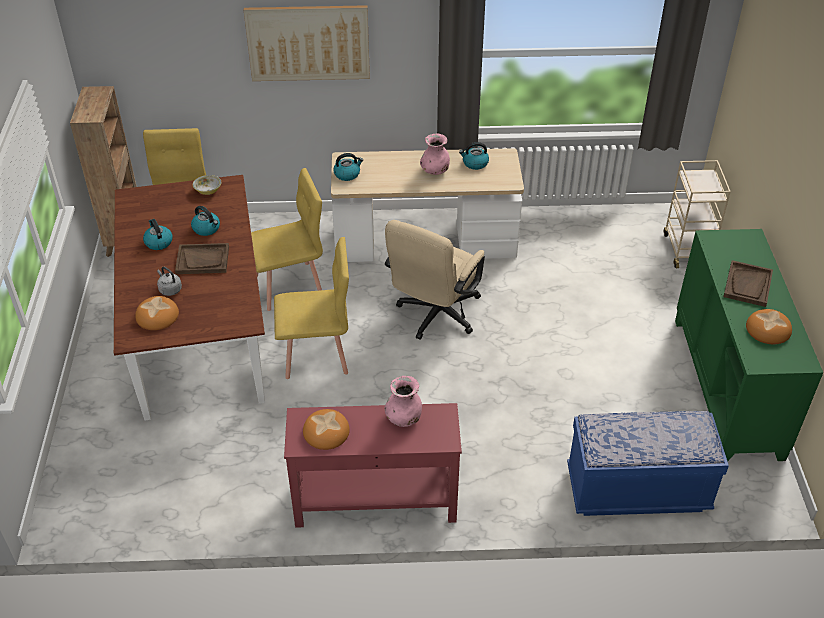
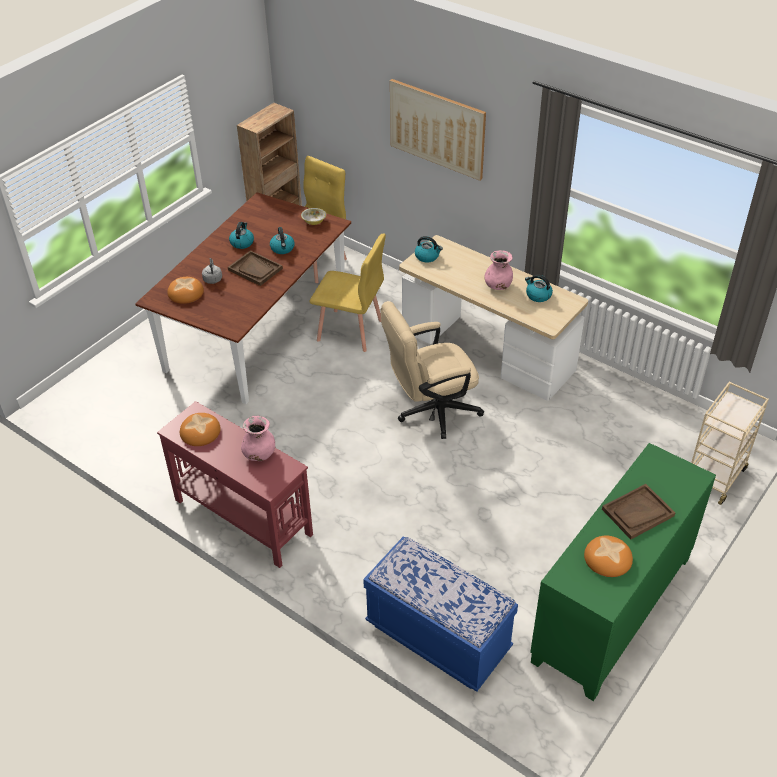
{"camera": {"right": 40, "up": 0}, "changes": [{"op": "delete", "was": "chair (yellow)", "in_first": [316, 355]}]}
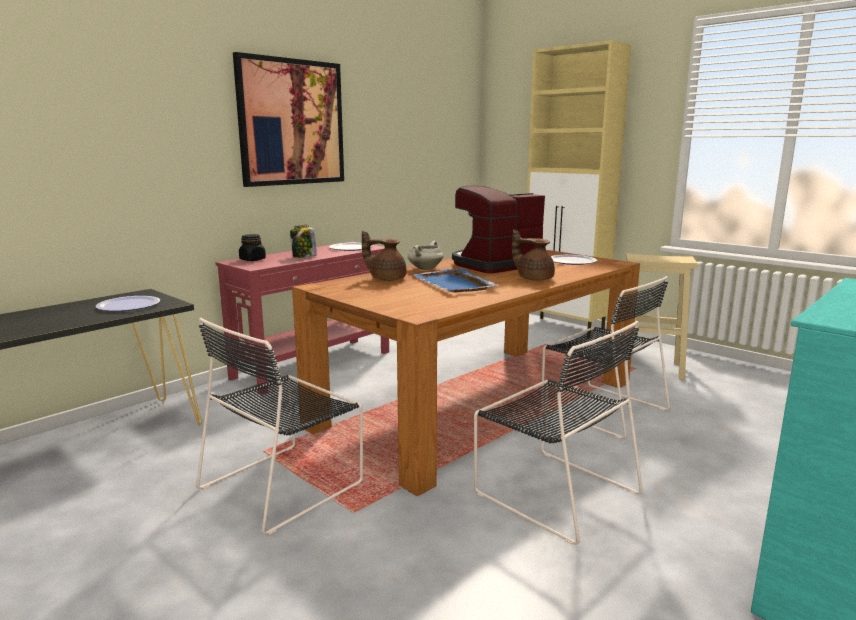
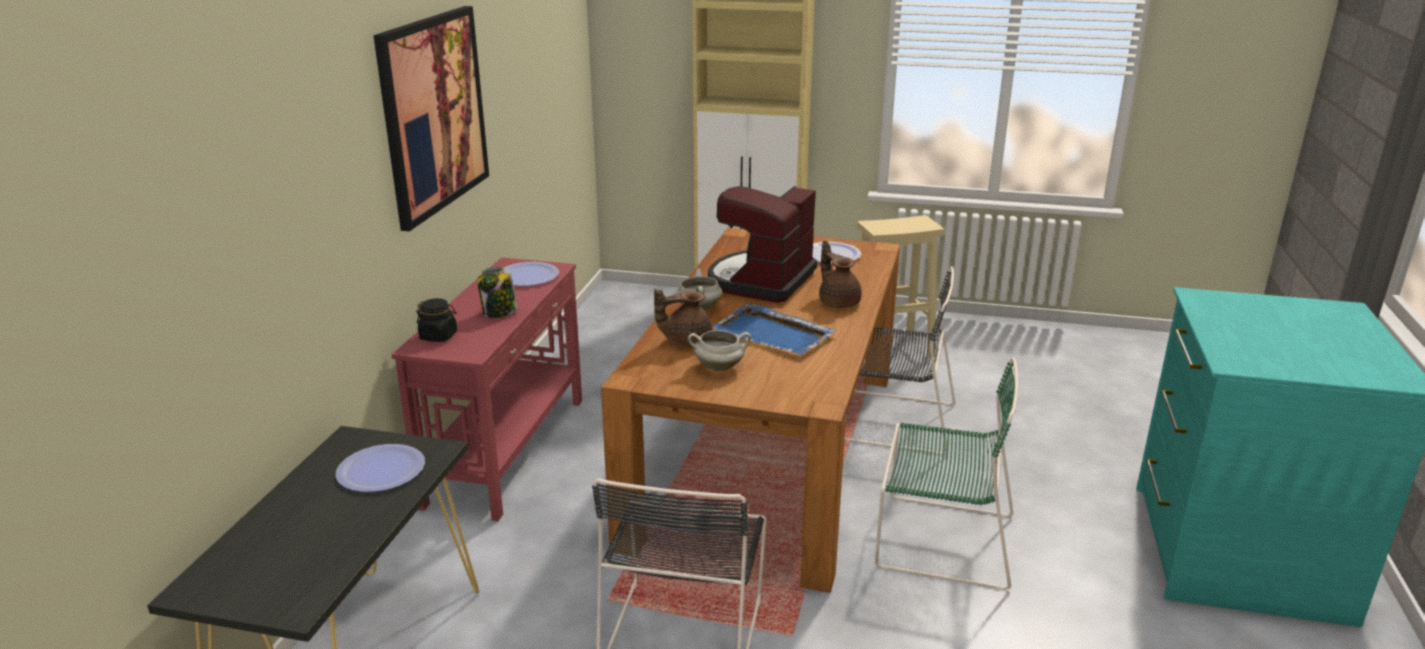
{"camera": {"right": -30, "up": 10}, "changes": [{"op": "insert", "now": "cooking pot (white)", "in_second": [719, 367]}, {"op": "recolor", "was": "chair (black)", "now": "chair (green)", "in_first": [552, 491], "in_second": [939, 539]}, {"op": "rotate", "was": "teapot (brown)", "in_first": [534, 278], "in_second": [838, 302], "clockwise": 60}]}
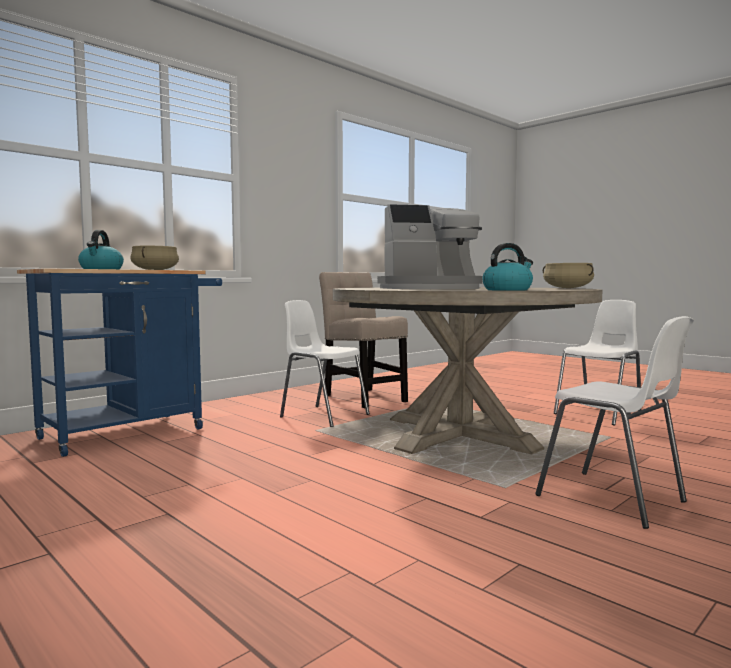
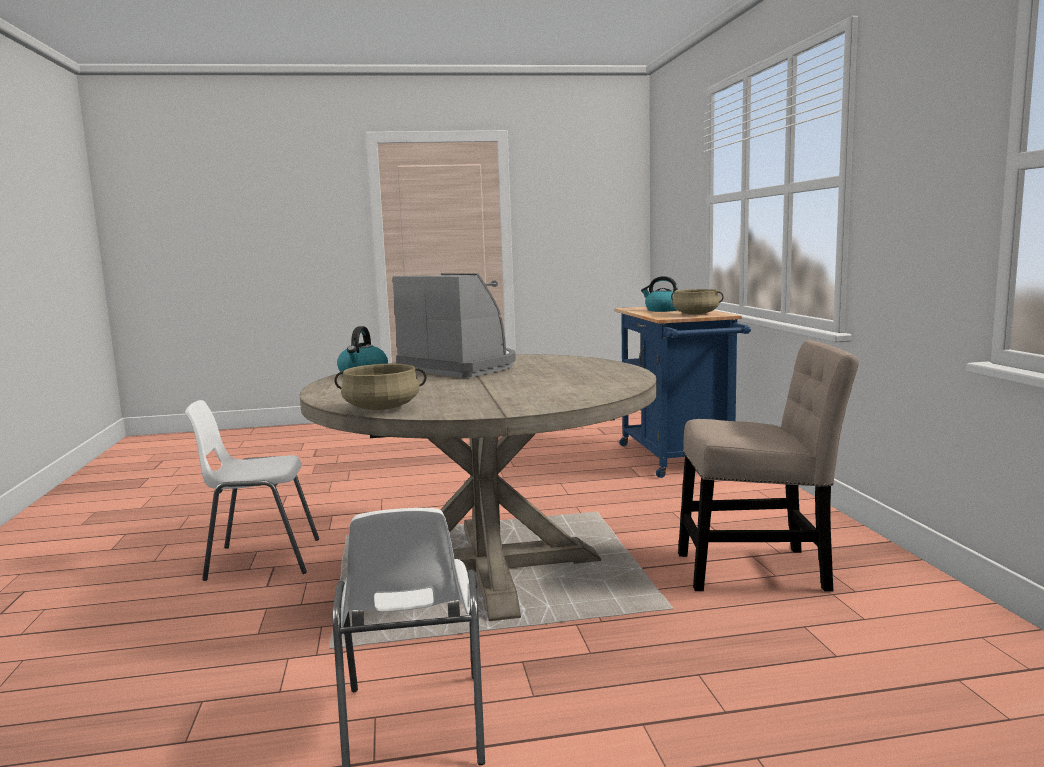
{"camera": {"right": 125, "up": 5}, "changes": [{"op": "delete", "was": "chair (white)", "in_first": [323, 415]}, {"op": "rotate", "was": "coffee machine", "in_first": [431, 289], "in_second": [460, 367], "clockwise": 105}]}
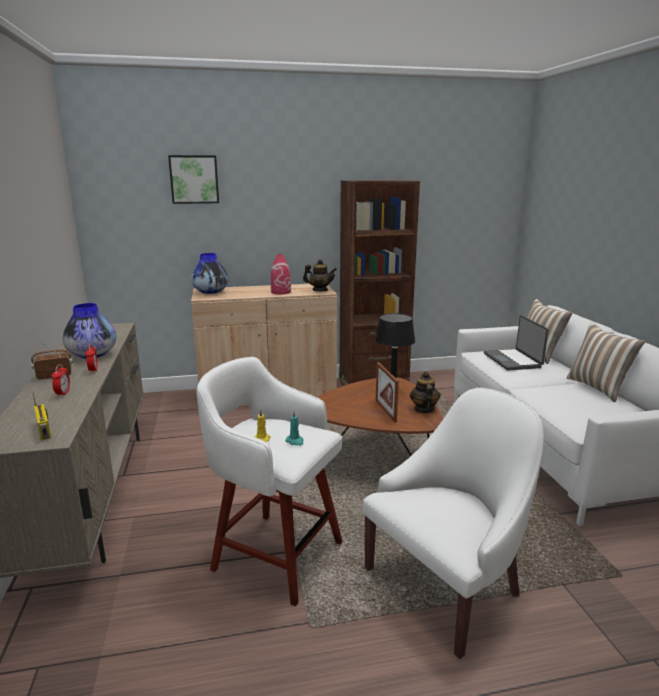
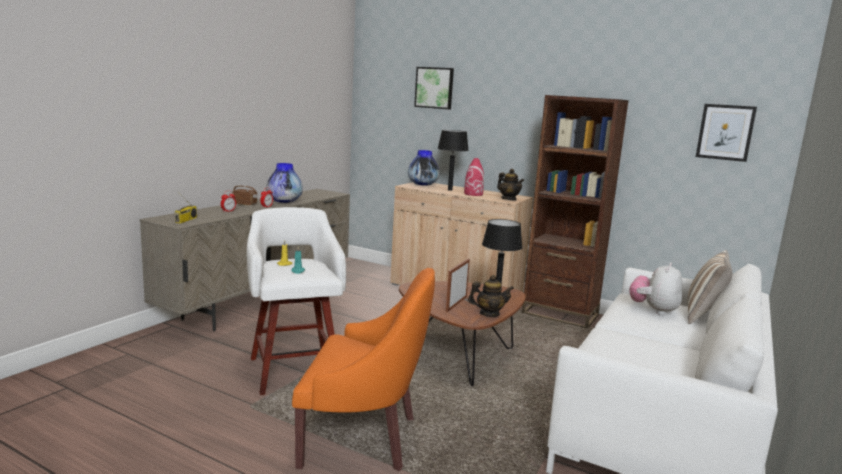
{"camera": {"right": 40, "up": -5}, "changes": [{"op": "delete", "was": "pillow", "in_first": [598, 388]}, {"op": "insert", "now": "table lamp (black)", "in_second": [449, 190]}, {"op": "insert", "now": "picture", "in_second": [725, 132]}, {"op": "replace", "was": "laptop", "now": "plush toy", "in_first": [513, 360], "in_second": [653, 310]}, {"op": "recolor", "was": "armchair (white)", "now": "armchair (orange)", "in_first": [447, 585], "in_second": [362, 437]}, {"op": "rotate", "was": "teapot", "in_first": [423, 409], "in_second": [489, 314], "clockwise": 45}]}
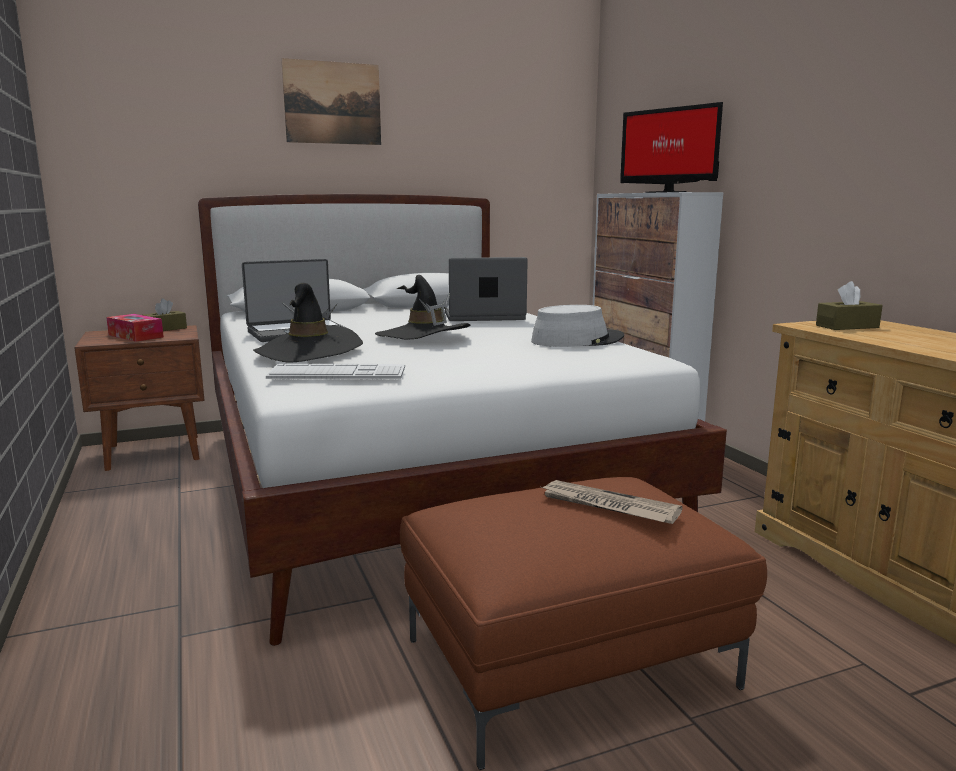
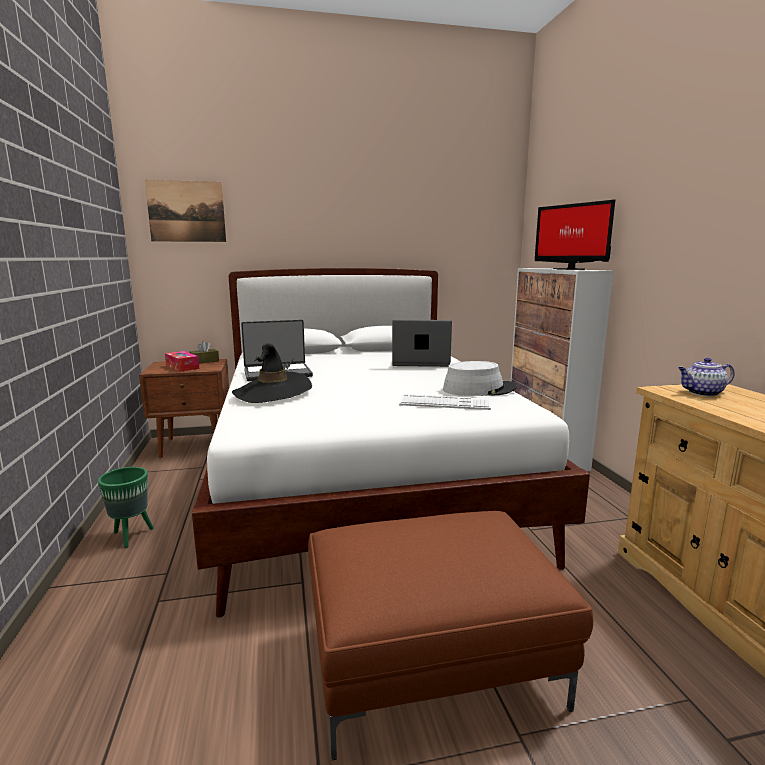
{"camera": {"right": 10, "up": 0}, "changes": [{"op": "delete", "was": "hat (black)", "in_first": [423, 336]}, {"op": "delete", "was": "newspaper", "in_first": [608, 506]}, {"op": "insert", "now": "planter (green)", "in_second": [131, 536]}, {"op": "move", "was": "keyboard", "in_first": [337, 373], "in_second": [445, 403]}, {"op": "move", "was": "picture", "in_first": [332, 103], "in_second": [186, 211]}, {"op": "replace", "was": "tissue box (brown)", "now": "teapot", "in_first": [847, 326], "in_second": [702, 393]}]}
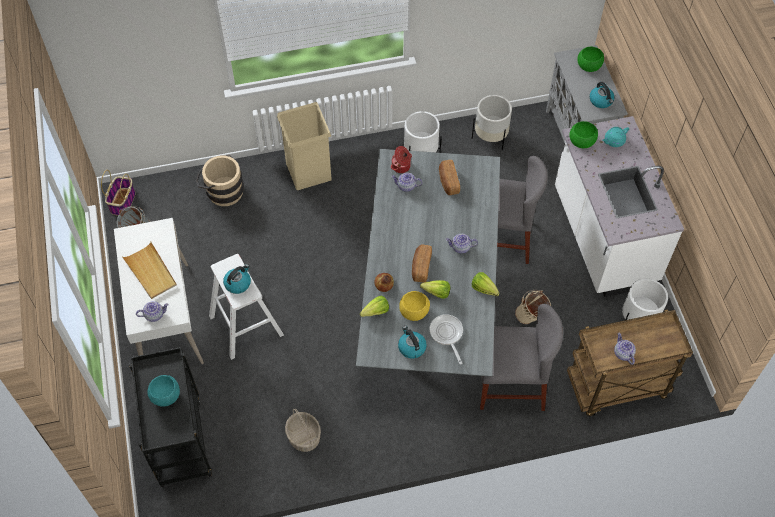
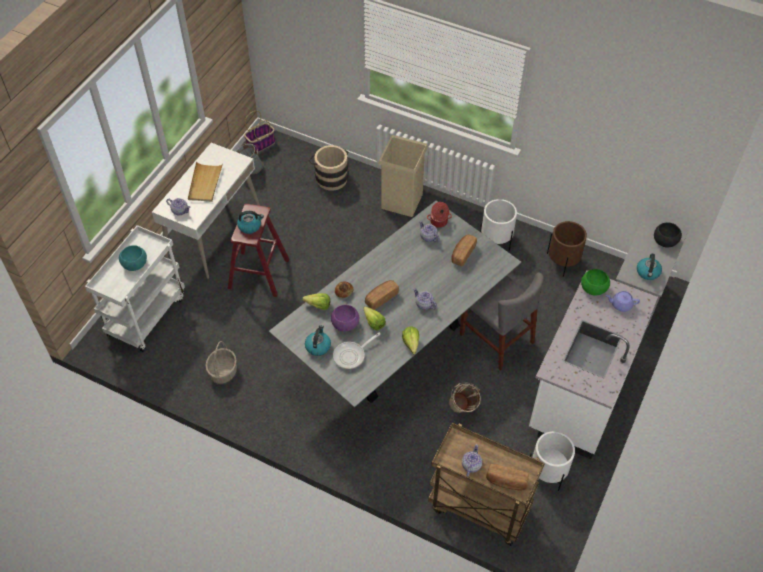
{"camera": {"right": 40, "up": -5}, "changes": [{"op": "delete", "was": "chair (grey)", "in_first": [510, 385]}, {"op": "insert", "now": "bread", "in_second": [506, 481]}, {"op": "recolor", "was": "cart (black)", "now": "cart (white)", "in_first": [179, 439], "in_second": [146, 315]}, {"op": "recolor", "was": "stool (white)", "now": "stool (red)", "in_first": [246, 325], "in_second": [258, 274]}, {"op": "recolor", "was": "bowl (yellow)", "now": "bowl (purple)", "in_first": [414, 310], "in_second": [345, 323]}, {"op": "recolor", "was": "planter (white)", "now": "planter (brown)", "in_first": [490, 137], "in_second": [563, 262]}, {"op": "recolor", "was": "bowl (green)", "now": "bowl (black)", "in_first": [589, 65], "in_second": [665, 240]}, {"op": "recolor", "was": "teapot (turquoise)", "now": "teapot (purple)", "in_first": [613, 141], "in_second": [621, 305]}, {"op": "rotate", "was": "frying pan", "in_first": [447, 334], "in_second": [351, 355], "clockwise": -150}]}
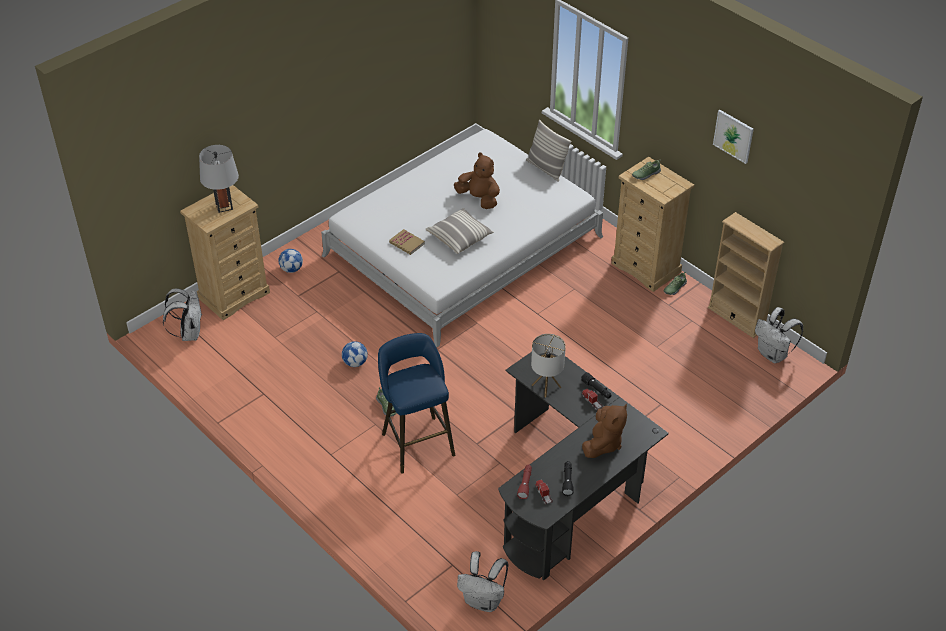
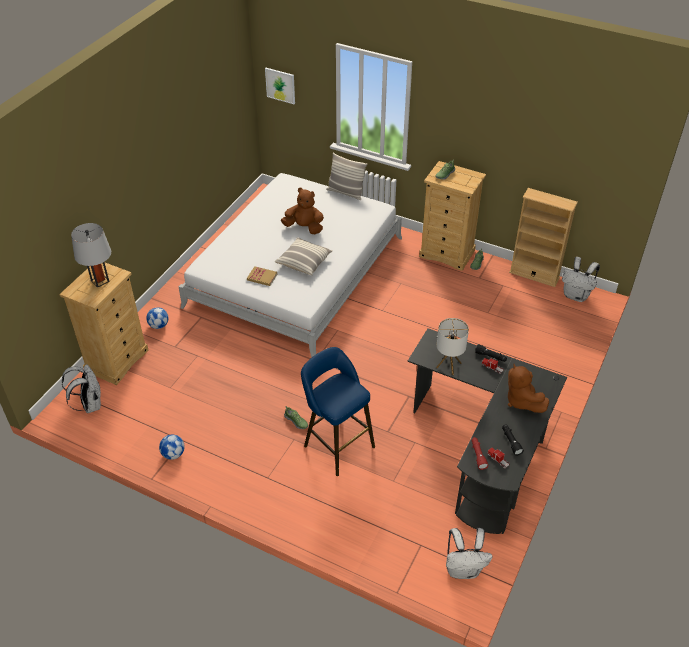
{"camera": {"right": -20, "up": 0}, "changes": [{"op": "move", "was": "football", "in_first": [355, 362], "in_second": [173, 454]}, {"op": "move", "was": "picture", "in_first": [733, 136], "in_second": [280, 85]}, {"op": "rotate", "was": "plush toy (brown)", "in_first": [603, 443], "in_second": [521, 401], "clockwise": 150}]}
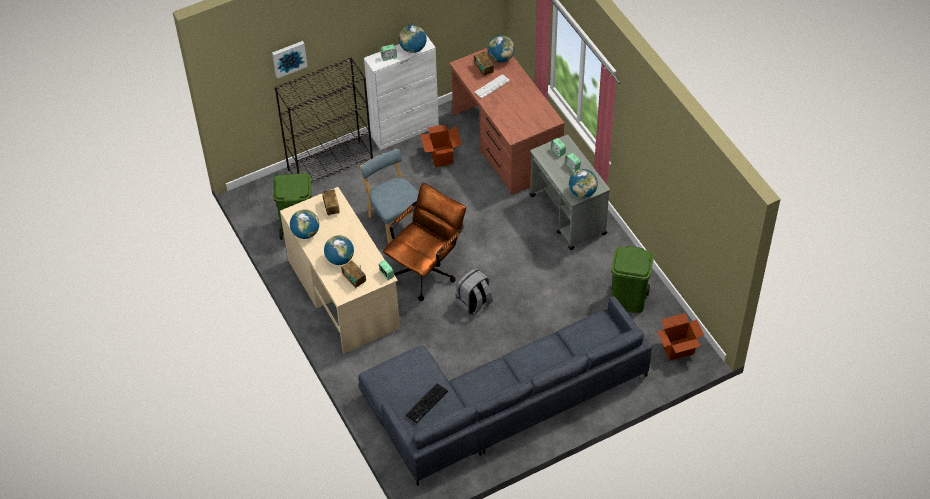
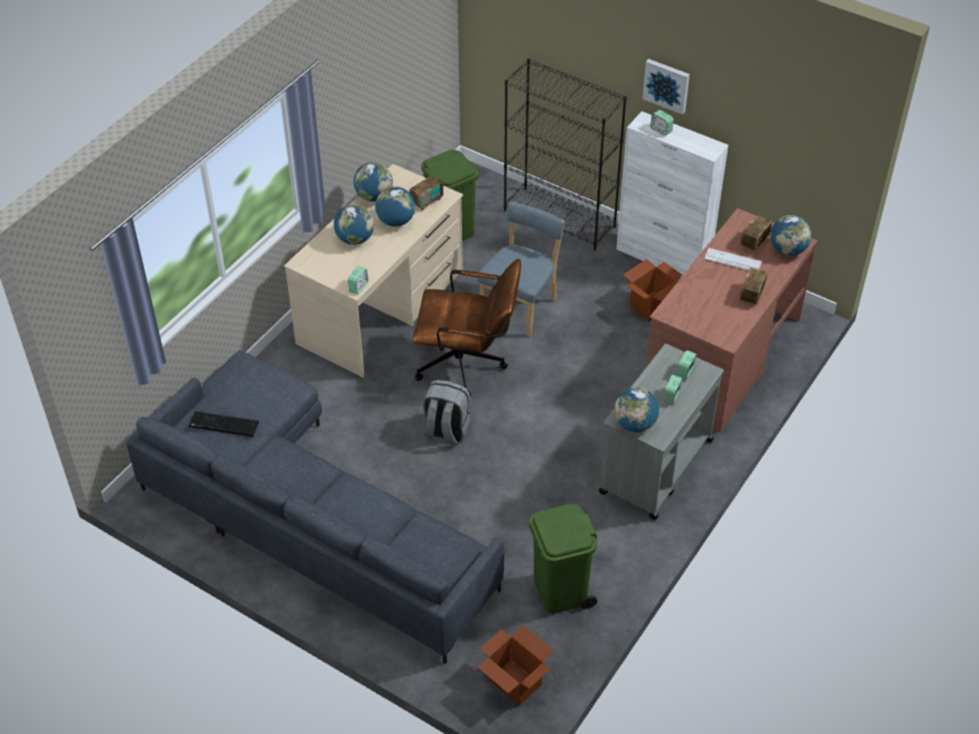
{"camera": {"right": 60, "up": -5}, "changes": [{"op": "move", "was": "picture", "in_first": [289, 58], "in_second": [667, 85]}, {"op": "move", "was": "radio", "in_first": [354, 279], "in_second": [751, 295]}, {"op": "move", "was": "globe", "in_first": [413, 48], "in_second": [396, 221]}]}
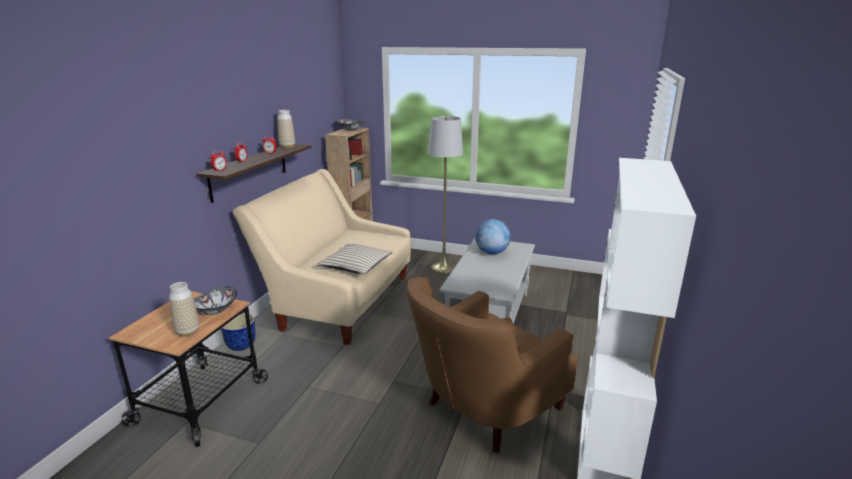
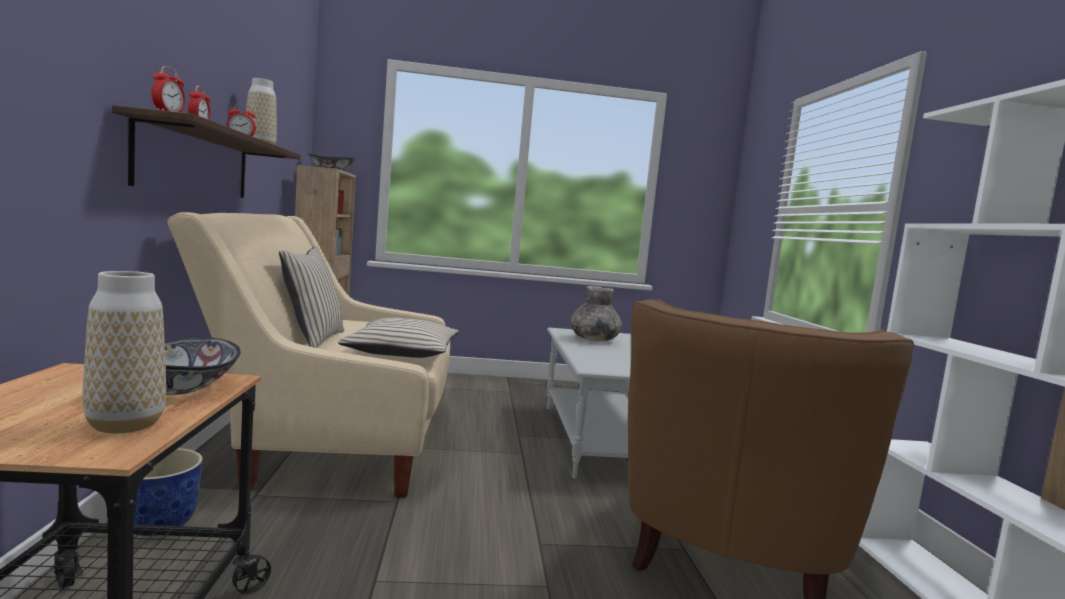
{"camera": {"right": -25, "up": -15}, "changes": [{"op": "delete", "was": "floor lamp (grey)", "in_first": [443, 268]}, {"op": "insert", "now": "pillow (beige)", "in_second": [312, 339]}, {"op": "replace", "was": "globe", "now": "vase (grey)", "in_first": [492, 252], "in_second": [593, 339]}]}
